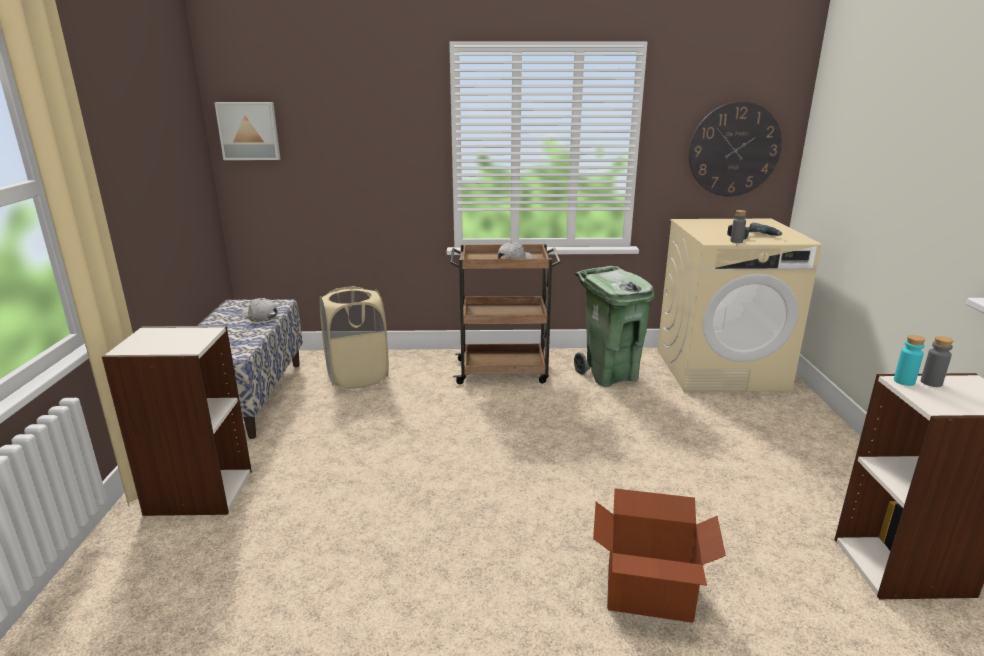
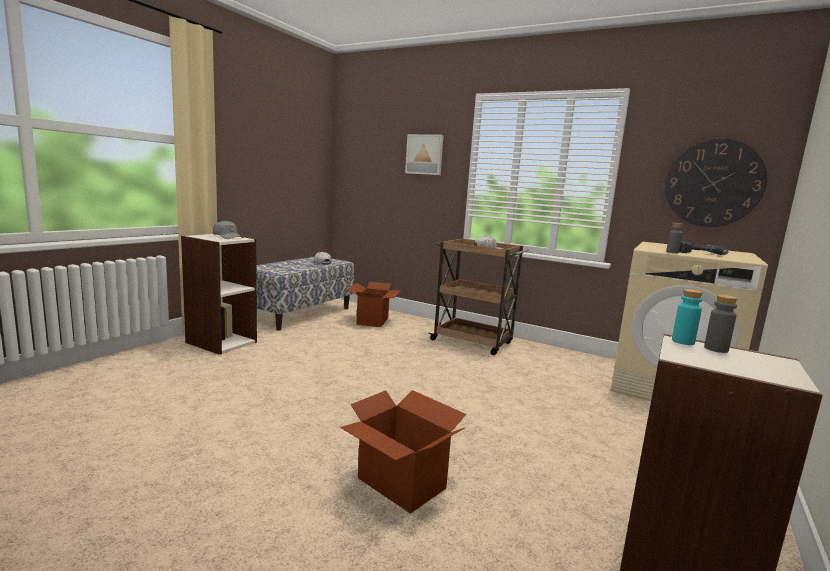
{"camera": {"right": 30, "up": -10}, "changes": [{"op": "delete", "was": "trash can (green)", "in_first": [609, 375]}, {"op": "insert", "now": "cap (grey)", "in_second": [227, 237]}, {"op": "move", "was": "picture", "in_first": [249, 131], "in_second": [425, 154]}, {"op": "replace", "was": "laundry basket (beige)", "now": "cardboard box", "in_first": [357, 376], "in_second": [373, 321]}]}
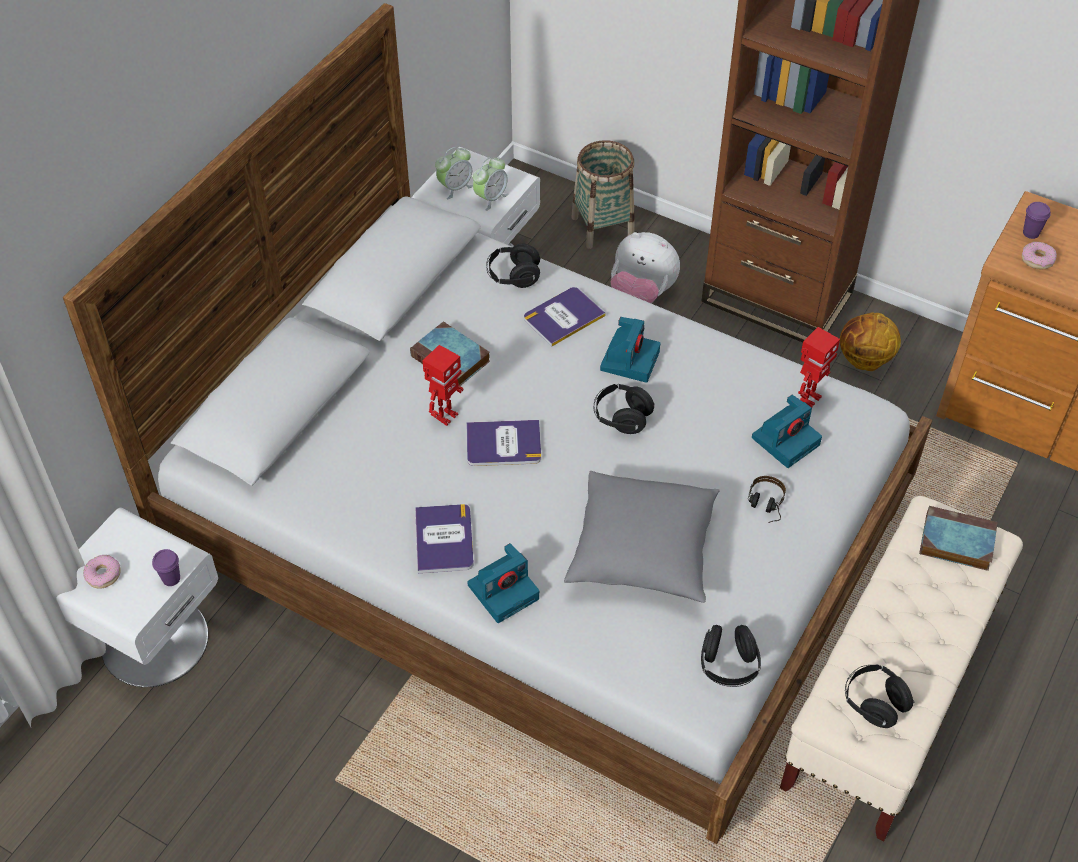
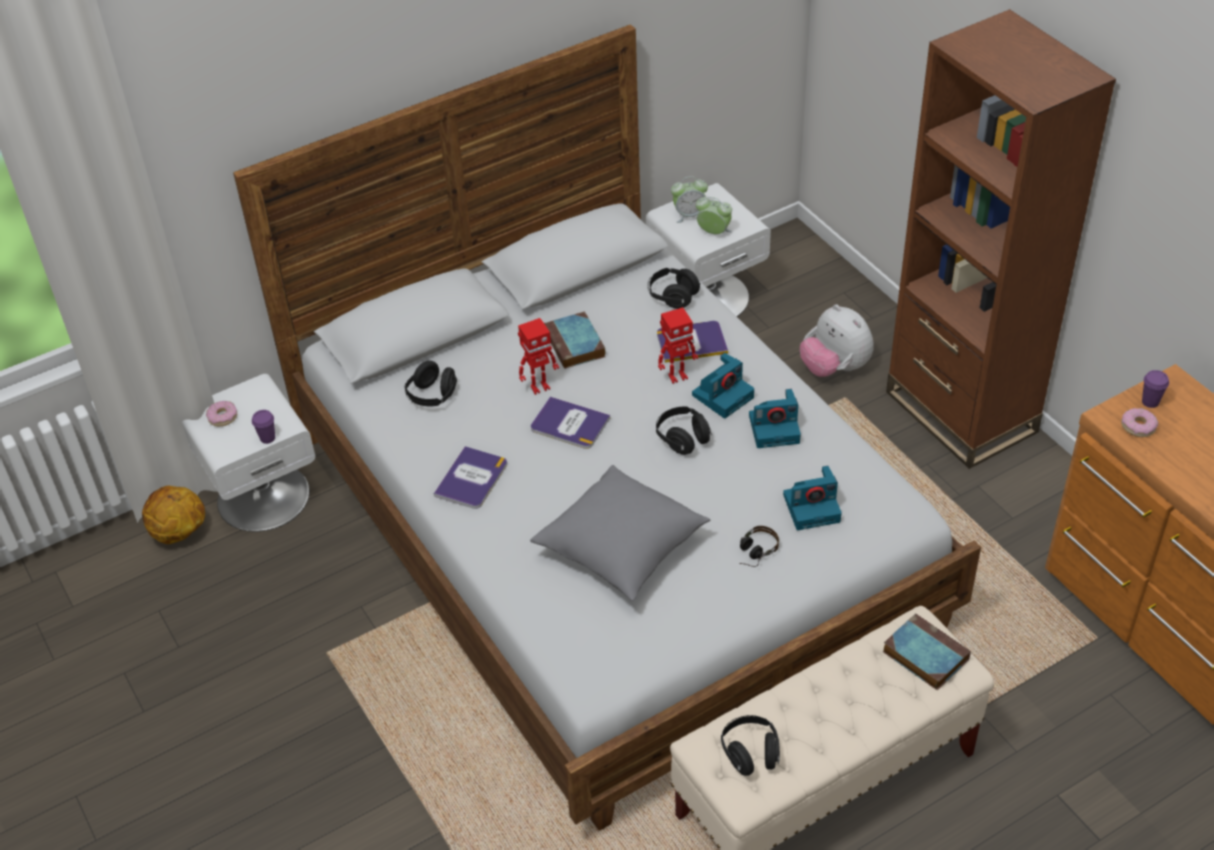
{"camera": {"right": 30, "up": -5}, "changes": [{"op": "delete", "was": "basket", "in_first": [602, 227]}, {"op": "move", "was": "photo camera", "in_first": [504, 590], "in_second": [775, 428]}, {"op": "move", "was": "headphones (black)", "in_first": [728, 666], "in_second": [432, 396]}, {"op": "move", "was": "toy robot", "in_first": [809, 398], "in_second": [677, 376]}, {"op": "move", "was": "basketball", "in_first": [864, 360], "in_second": [179, 533]}, {"op": "rotate", "was": "alarm clock", "in_first": [490, 198], "in_second": [713, 233], "clockwise": -135}]}
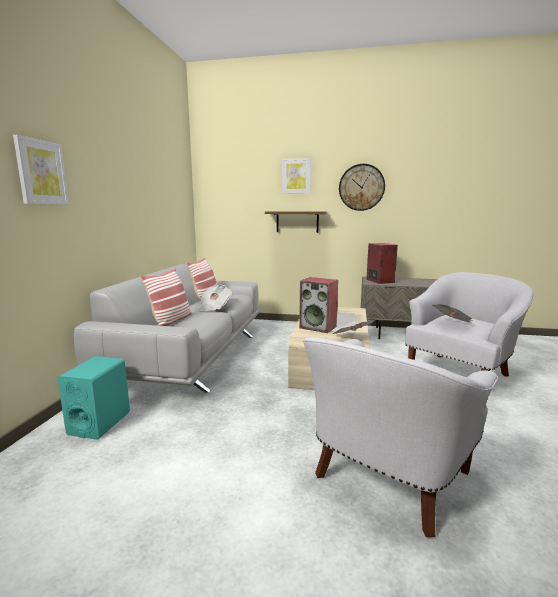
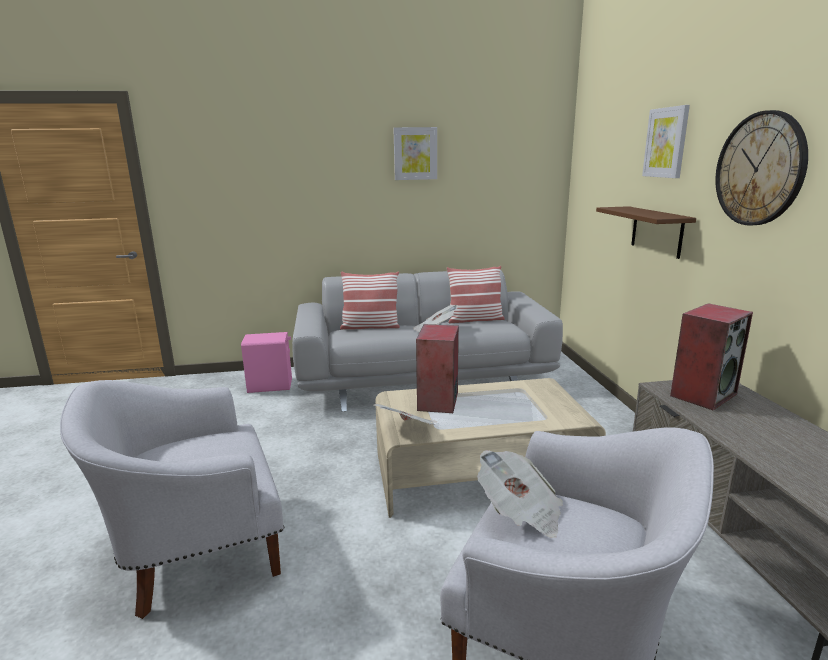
{"camera": {"right": 70, "up": 5}, "changes": [{"op": "move", "was": "picture", "in_first": [41, 172], "in_second": [415, 153]}, {"op": "recolor", "was": "speaker (turquoise)", "now": "speaker (pink)", "in_first": [100, 423], "in_second": [270, 385]}, {"op": "rotate", "was": "armchair (white)", "in_first": [387, 477], "in_second": [196, 551], "clockwise": -45}]}
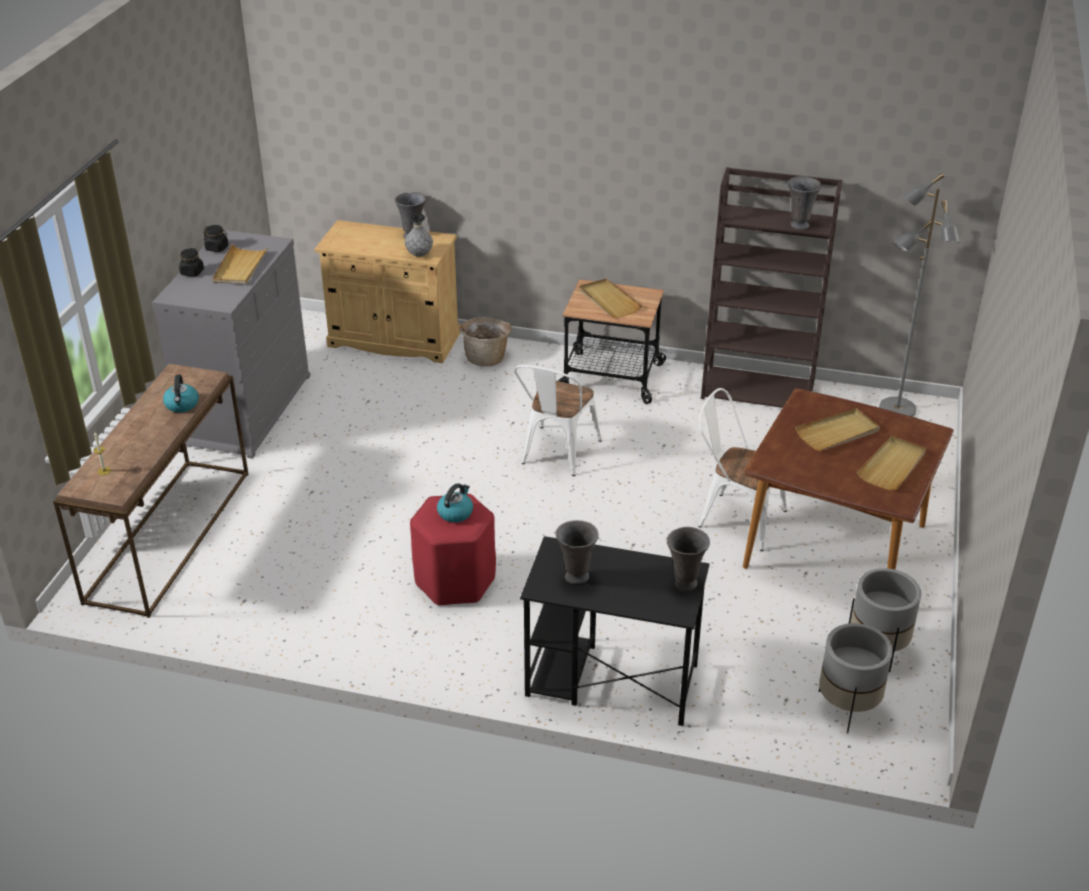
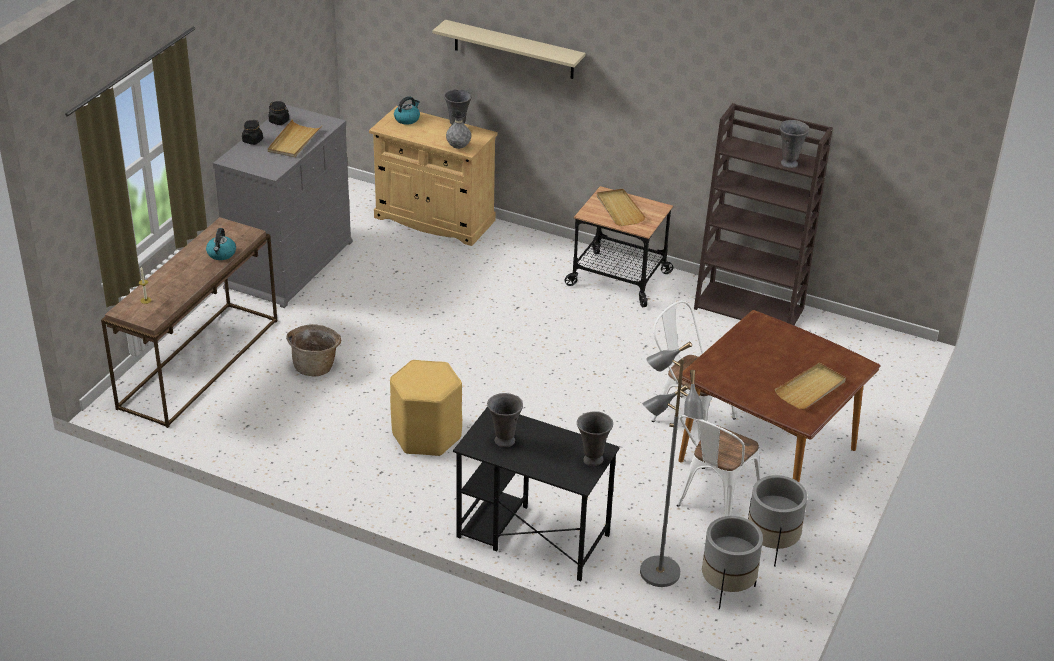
{"camera": {"right": 10, "up": 0}, "changes": [{"op": "delete", "was": "tray (beige)", "in_first": [838, 432]}, {"op": "insert", "now": "shelf (beige)", "in_second": [513, 50]}, {"op": "move", "was": "kettle", "in_first": [455, 513], "in_second": [407, 119]}, {"op": "move", "was": "basket", "in_first": [486, 357], "in_second": [316, 366]}, {"op": "move", "was": "chair (white)", "in_first": [557, 455], "in_second": [713, 501]}, {"op": "move", "was": "floor lamp (grey)", "in_first": [896, 410], "in_second": [658, 573]}, {"op": "recolor", "was": "stool (red)", "now": "stool (yellow)", "in_first": [454, 581], "in_second": [426, 435]}]}
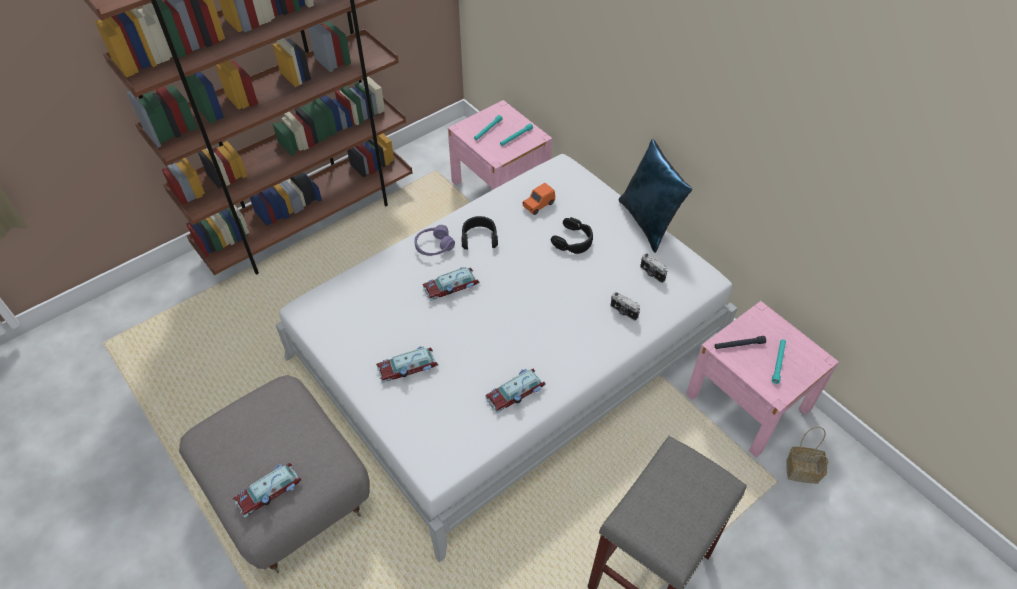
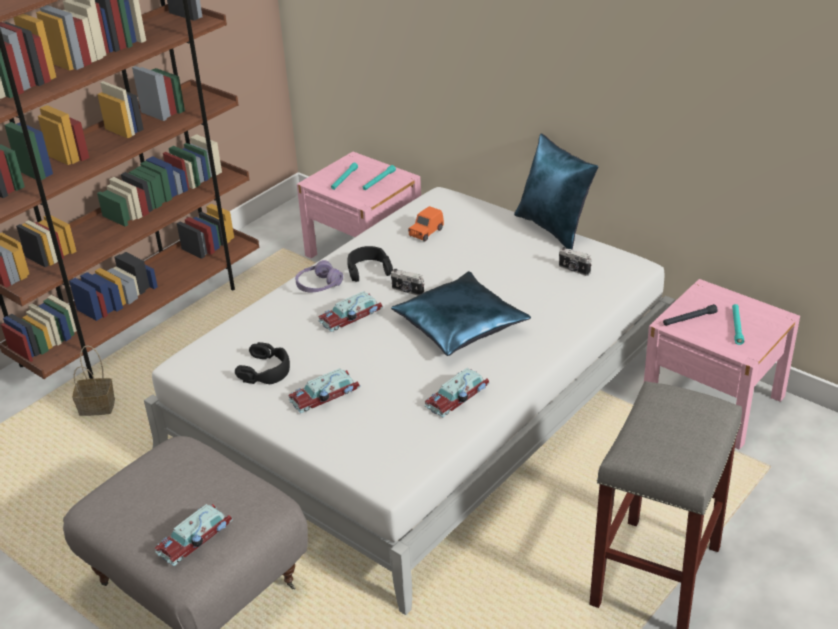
{"camera": {"right": -10, "up": -15}, "changes": [{"op": "insert", "now": "pillow (blue)", "in_second": [459, 324]}, {"op": "move", "was": "headphones (black)", "in_first": [573, 240], "in_second": [266, 370]}, {"op": "move", "was": "photo camera", "in_first": [623, 312], "in_second": [407, 291]}, {"op": "move", "was": "basket", "in_first": [803, 470], "in_second": [98, 406]}]}
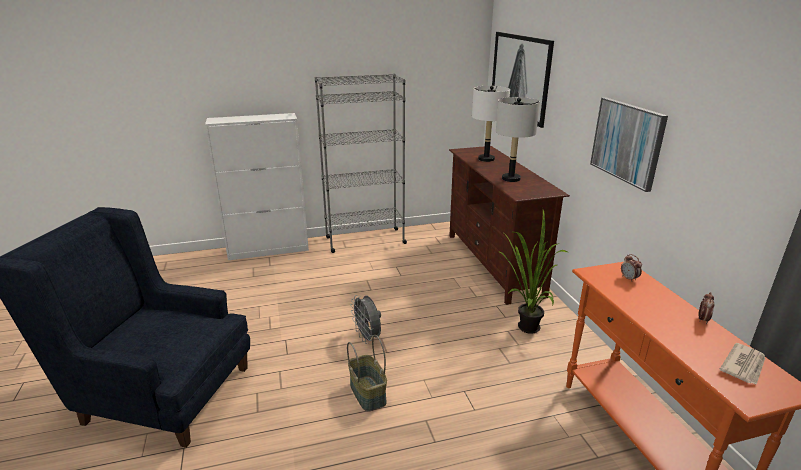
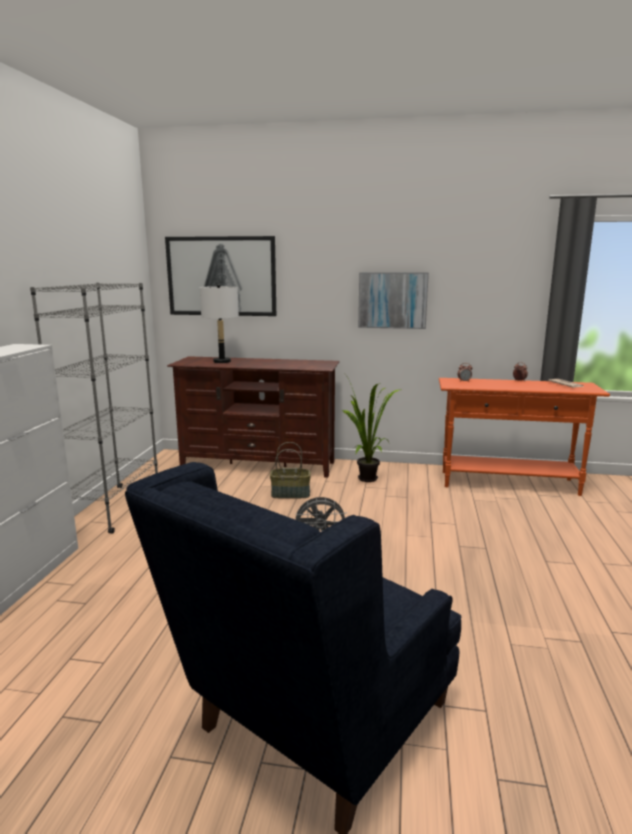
{"camera": {"right": -65, "up": -10}, "changes": [{"op": "delete", "was": "table lamp (grey)", "in_first": [511, 179]}, {"op": "move", "was": "basket", "in_first": [368, 393], "in_second": [291, 494]}]}
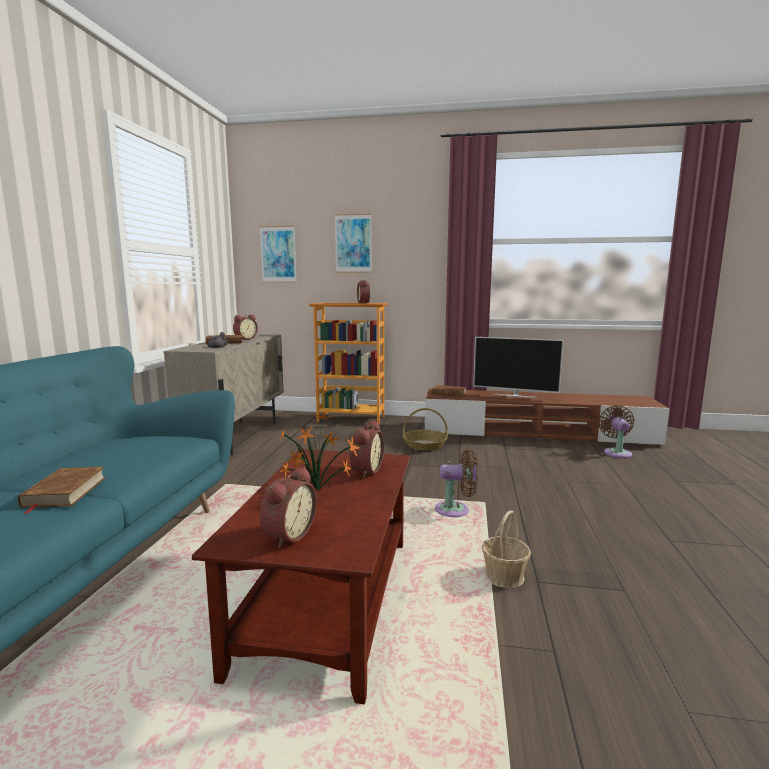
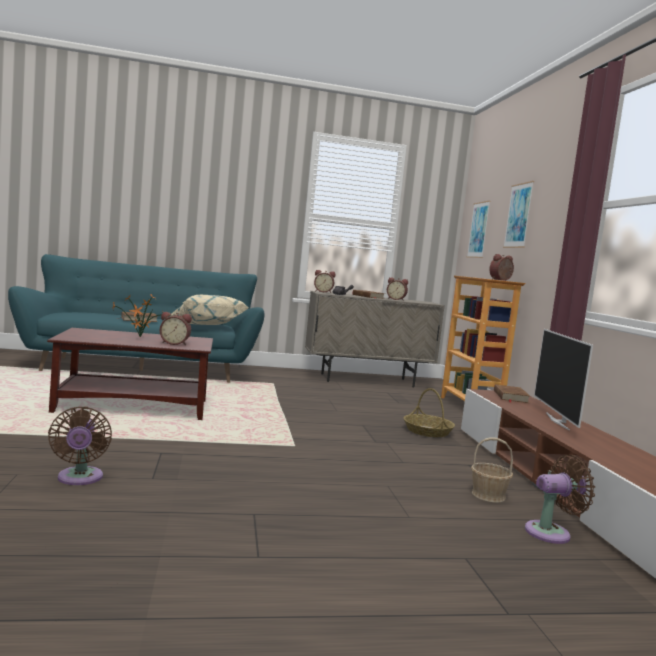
{"camera": {"right": 70, "up": -5}, "changes": [{"op": "insert", "now": "pillow (beige)", "in_second": [206, 325]}, {"op": "move", "was": "alarm clock", "in_first": [287, 535], "in_second": [323, 292]}, {"op": "move", "was": "fan (brown)", "in_first": [456, 510], "in_second": [79, 479]}, {"op": "move", "was": "basket", "in_first": [504, 576], "in_second": [488, 495]}]}
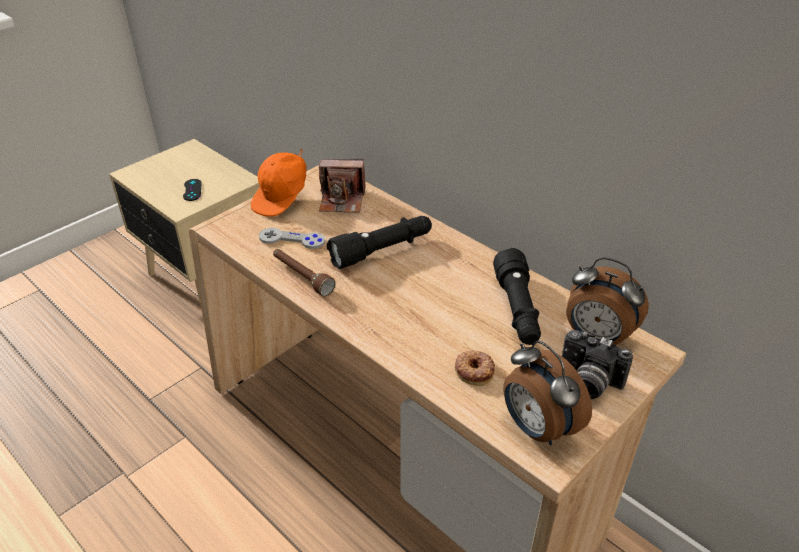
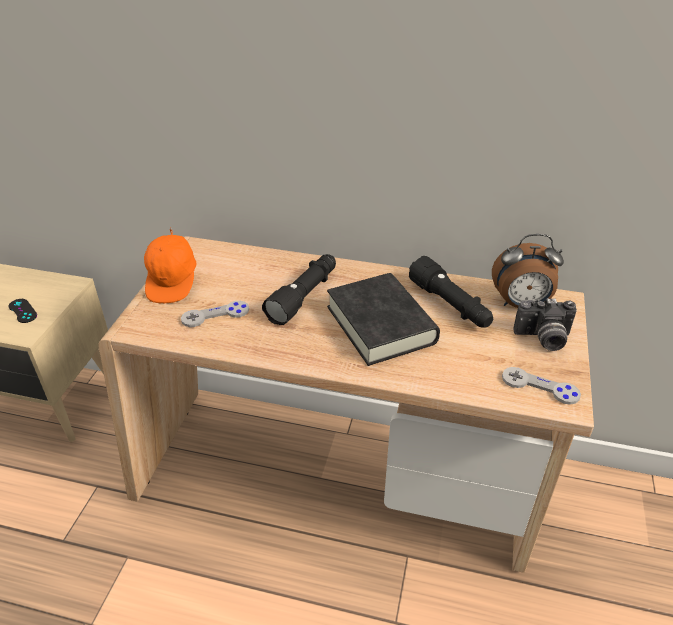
{"camera": {"right": -30, "up": 0}, "changes": [{"op": "delete", "was": "flashlight (brown)", "in_first": [302, 277]}, {"op": "delete", "was": "photo camera", "in_first": [342, 200]}, {"op": "delete", "was": "donut", "in_first": [474, 370]}, {"op": "insert", "now": "book (black)", "in_second": [380, 325]}, {"op": "replace", "was": "alarm clock", "now": "game controller (grey)", "in_first": [536, 428], "in_second": [540, 387]}]}
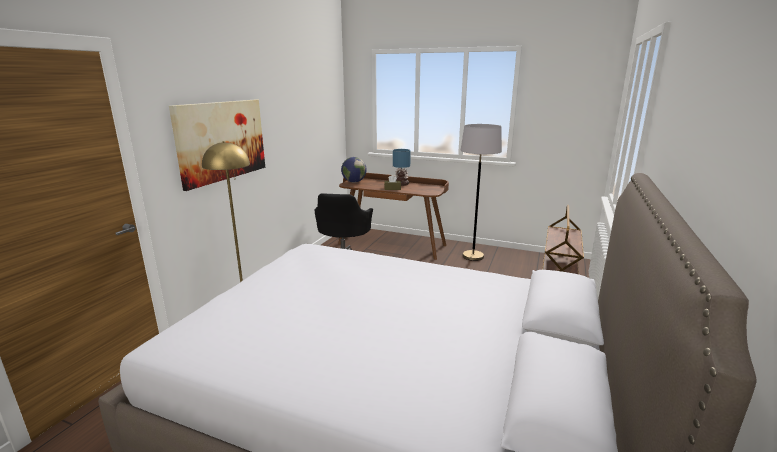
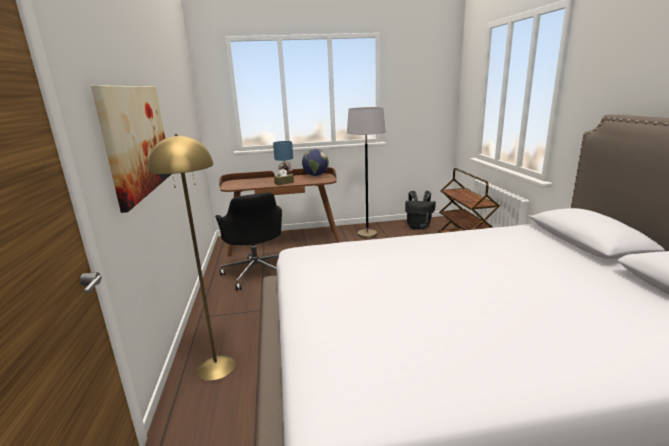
{"camera": {"right": -30, "up": 0}, "changes": [{"op": "insert", "now": "backpack (black)", "in_second": [419, 227]}, {"op": "move", "was": "globe", "in_first": [354, 182], "in_second": [316, 175]}]}
